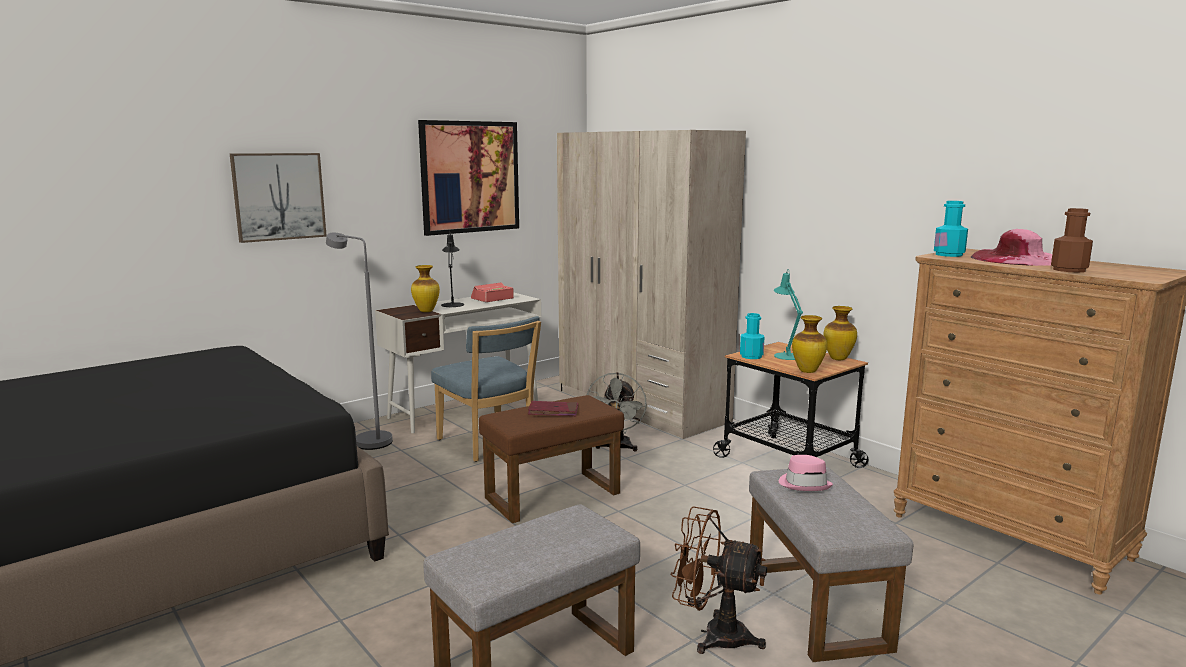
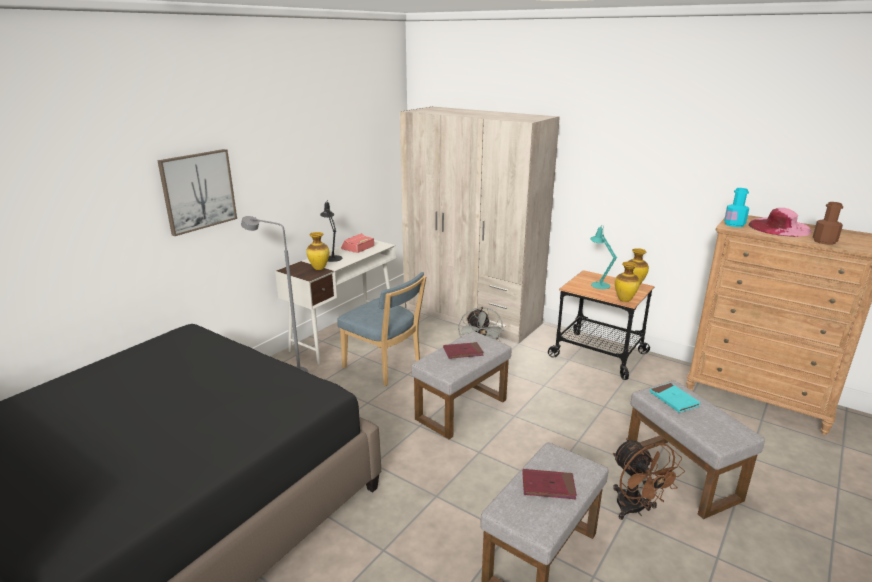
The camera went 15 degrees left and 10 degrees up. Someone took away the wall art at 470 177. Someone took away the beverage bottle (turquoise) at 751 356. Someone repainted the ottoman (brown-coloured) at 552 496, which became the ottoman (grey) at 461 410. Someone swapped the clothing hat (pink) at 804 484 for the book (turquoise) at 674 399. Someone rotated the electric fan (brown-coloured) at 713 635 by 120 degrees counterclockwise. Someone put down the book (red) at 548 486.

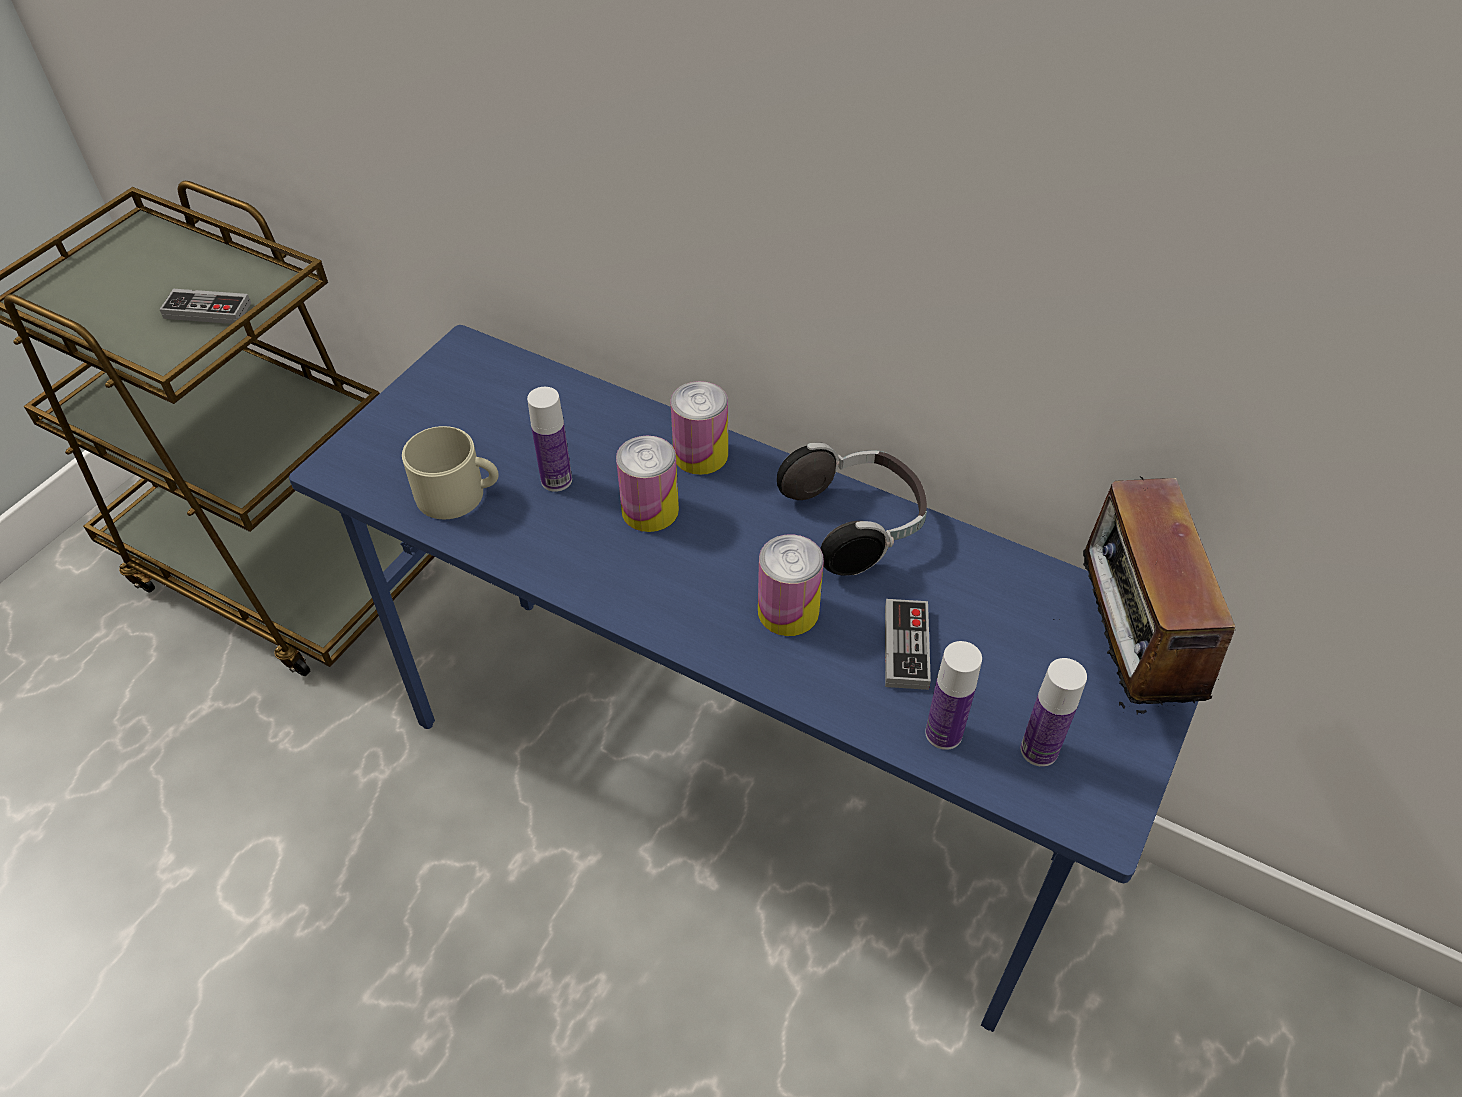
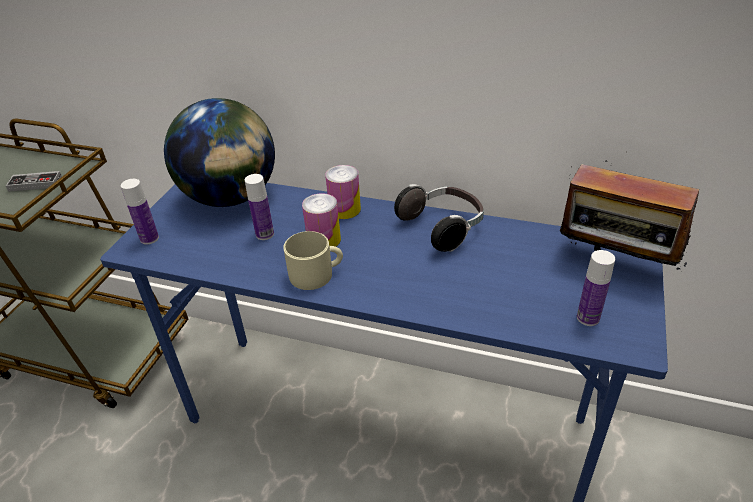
The camera went 10 degrees left and 10 degrees down. Someone carried the tea mug (beige-coloured) from 459 494 to 316 274. Someone rotated the radio at 1124 658 by 45 degrees counterclockwise. Someone took away the metal can at 788 611. Someone took away the game controller at 906 647. Someone carried the beverage bottle from 943 733 to 149 238. Someone put down the desk globe at 231 197.

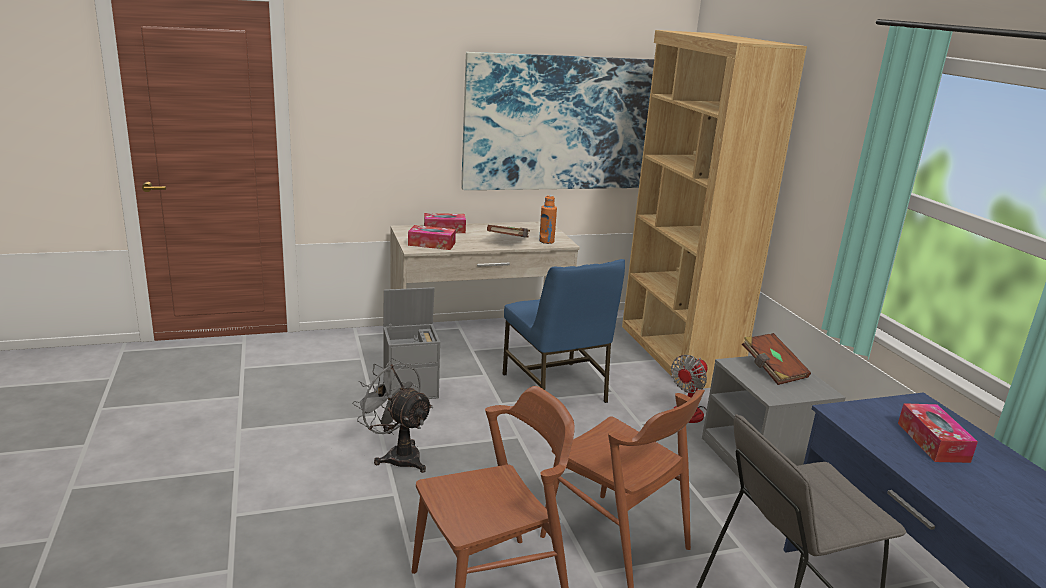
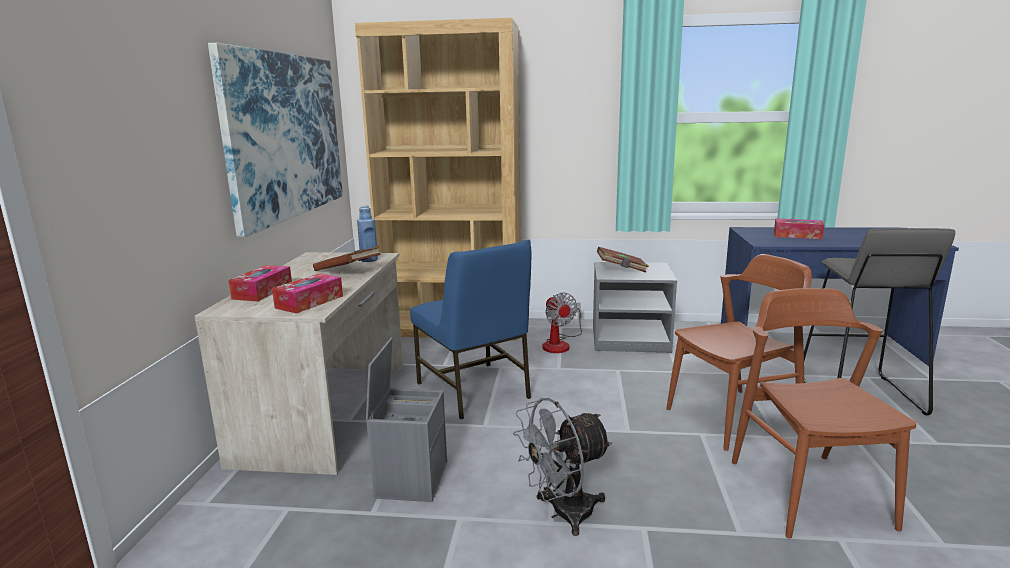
The camera went 65 degrees left and 5 degrees down. Someone repainted the beverage bottle (orangey) at 546 241, which became the beverage bottle (blue) at 369 260. Someone rotated the upright chair (blue) at 556 388 by 60 degrees clockwise.

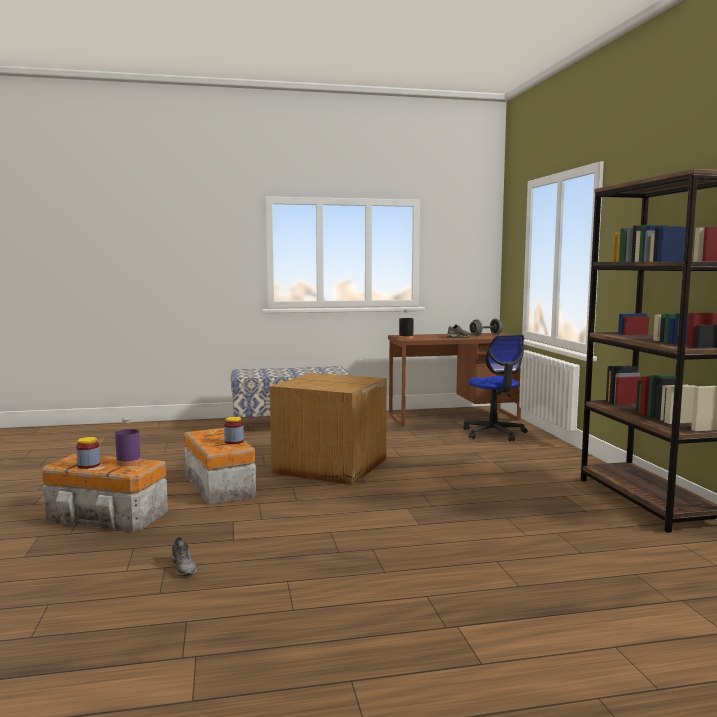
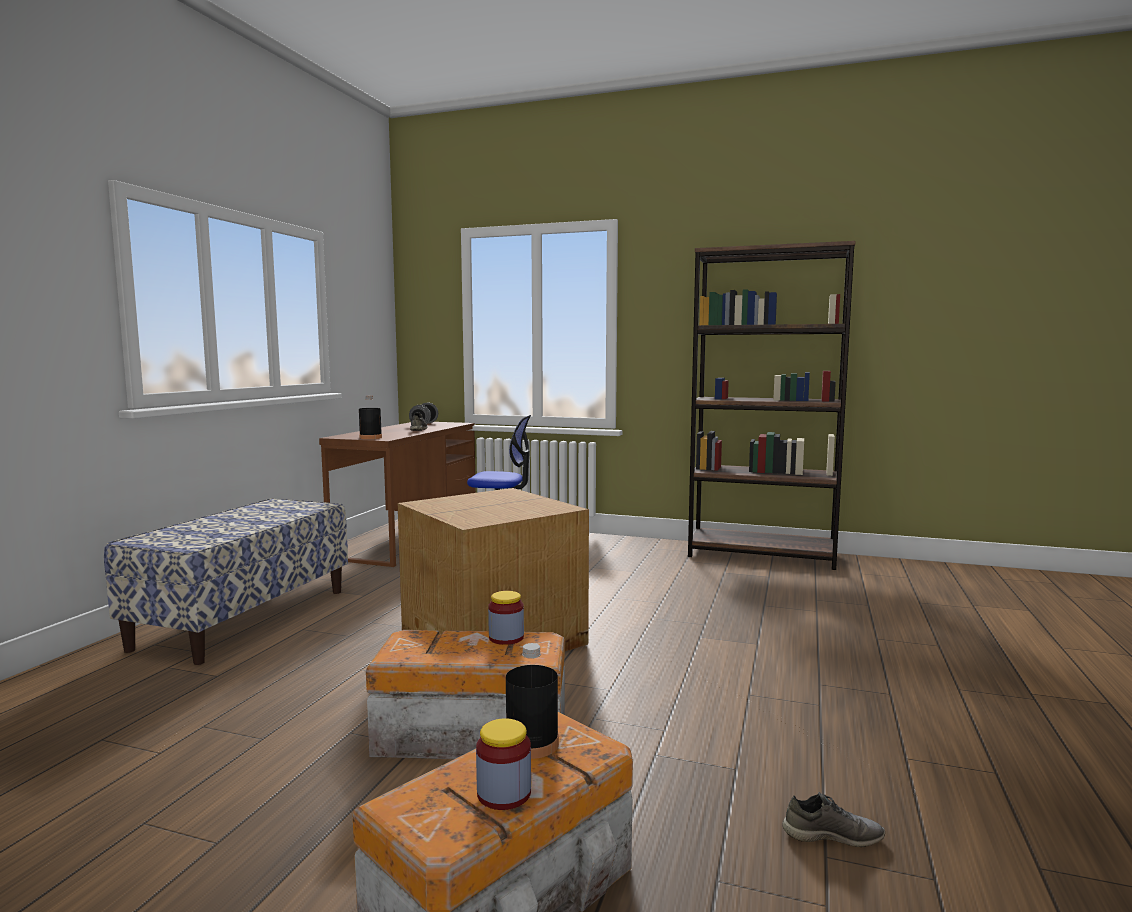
The camera went 60 degrees left and 0 degrees up. Someone repainted the beverage bottle (purplish) at 128 462, which became the beverage bottle (blackish) at 532 743.

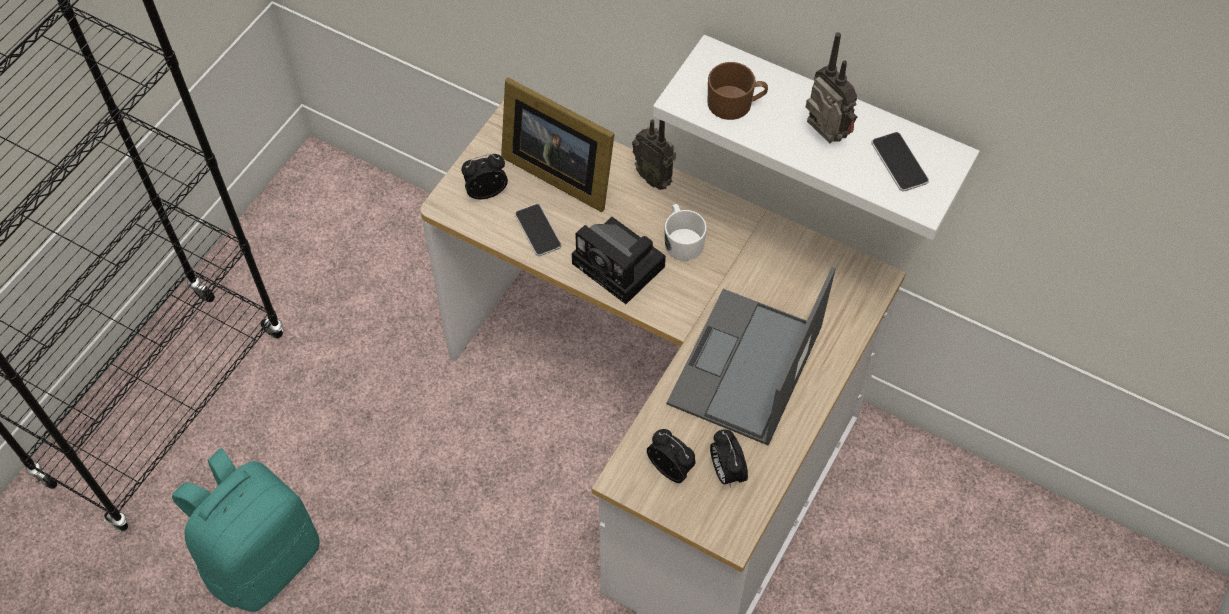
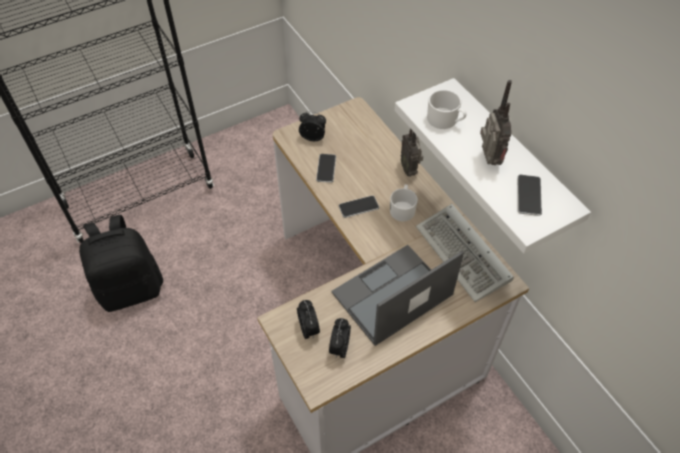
The camera went 30 degrees right and 5 degrees down. Someone repainted the tea mug (brown-coloured) at 735 104, which became the tea mug (white-coloured) at 445 120. Someone took away the photo frame at 558 170. Someone swapped the still camera at 622 266 for the telephone at 358 207. Someone repainted the knapsack (turquoise) at 263 558, which became the knapsack (blackish) at 131 288. Someone put down the PC keyboard at 465 255.

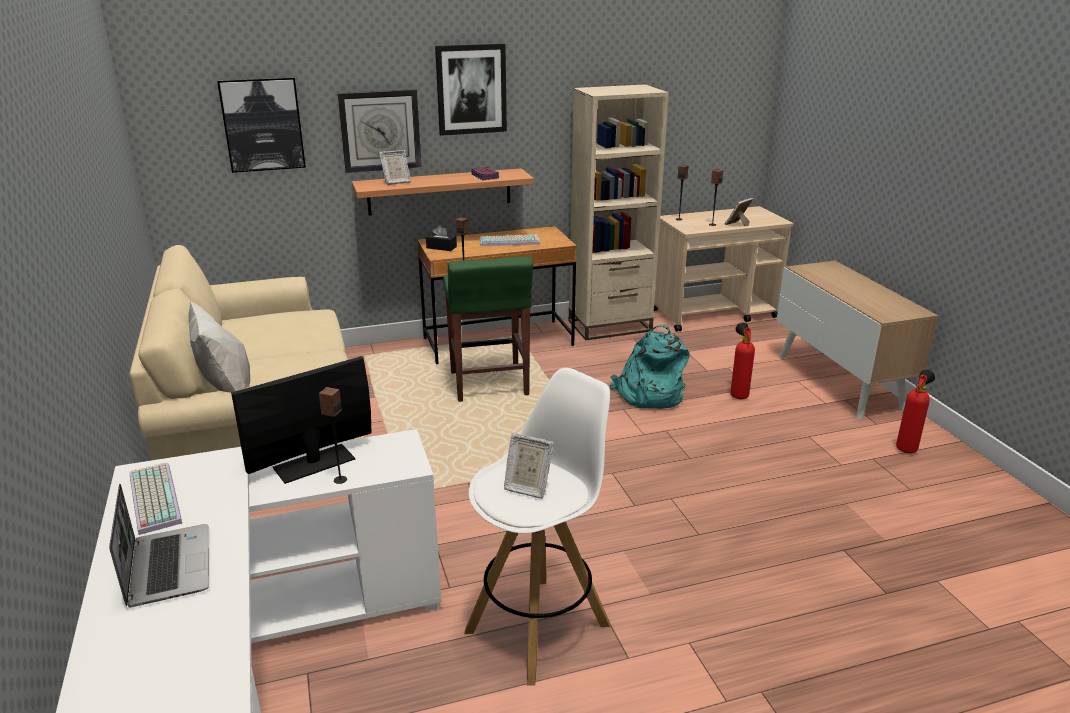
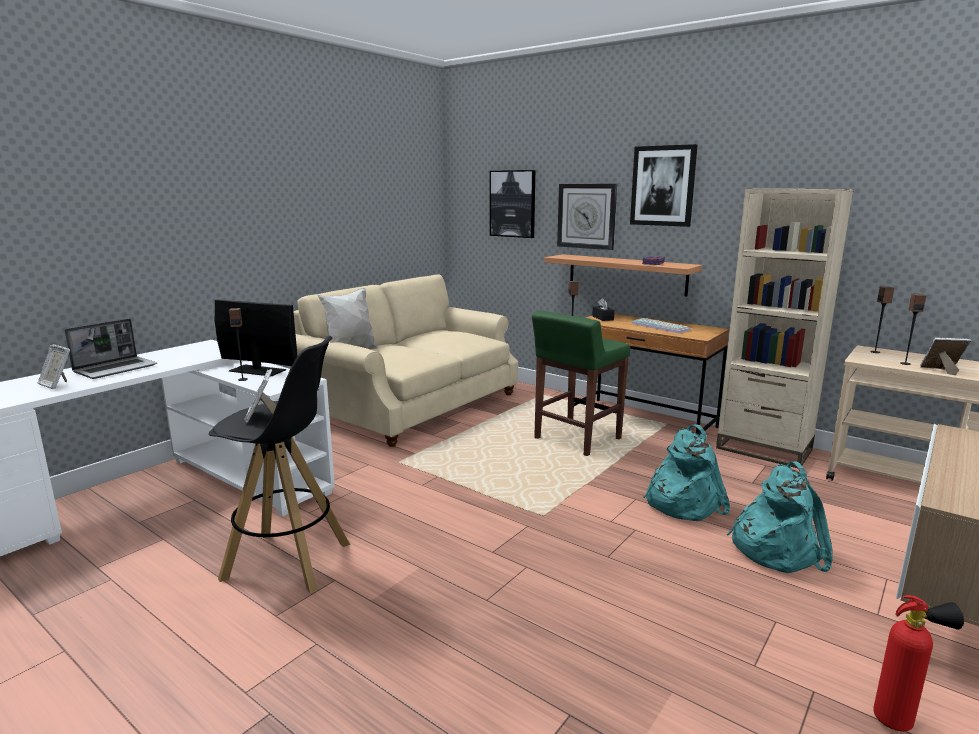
The camera went 55 degrees right and 10 degrees down. Someone carried the photo frame from 396 182 to 57 385. Someone swapped the fire extinguisher at 738 394 for the knapsack (turquoise) at 775 548. Someone repainted the stool seat (white-coloured) at 539 626, which became the stool seat (blackish) at 289 561. Someone took away the PC keyboard at 152 498.

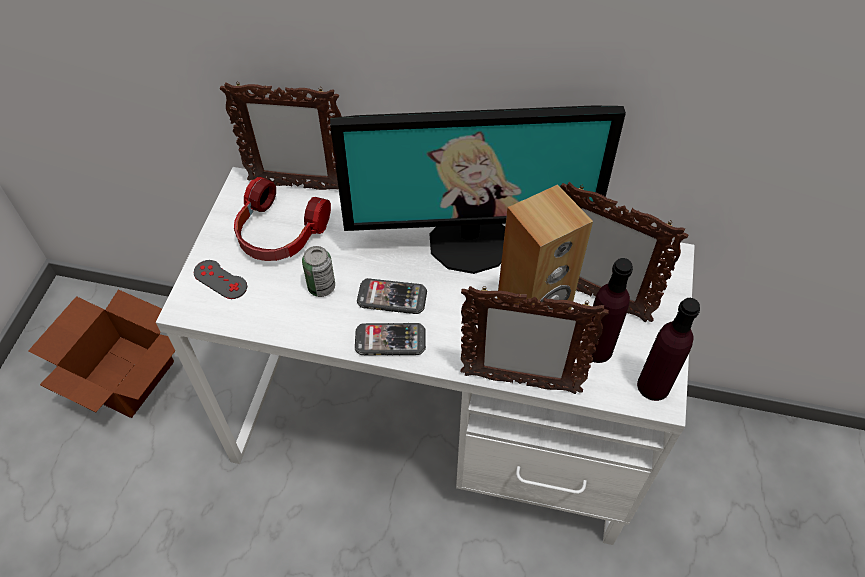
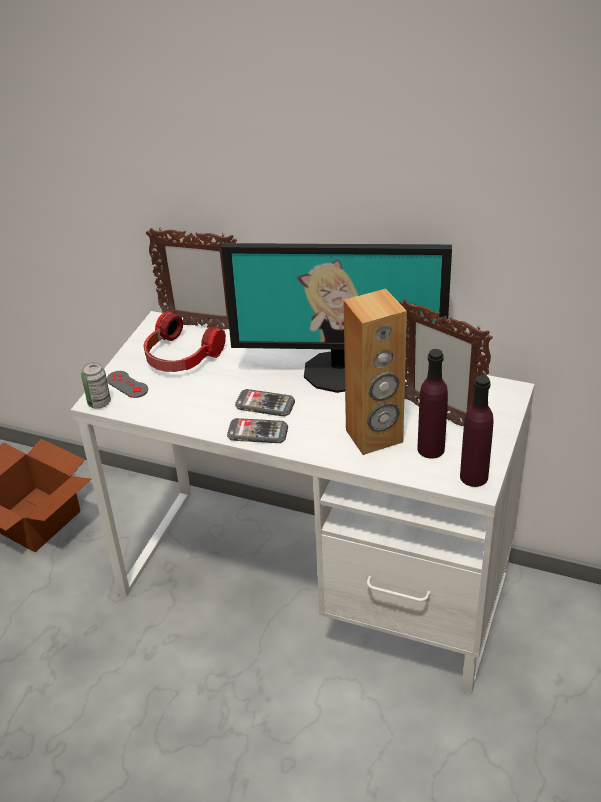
The camera went 10 degrees right and 15 degrees down. Someone carried the metal can from 321 287 to 99 403. Someone took away the photo frame at 519 382.

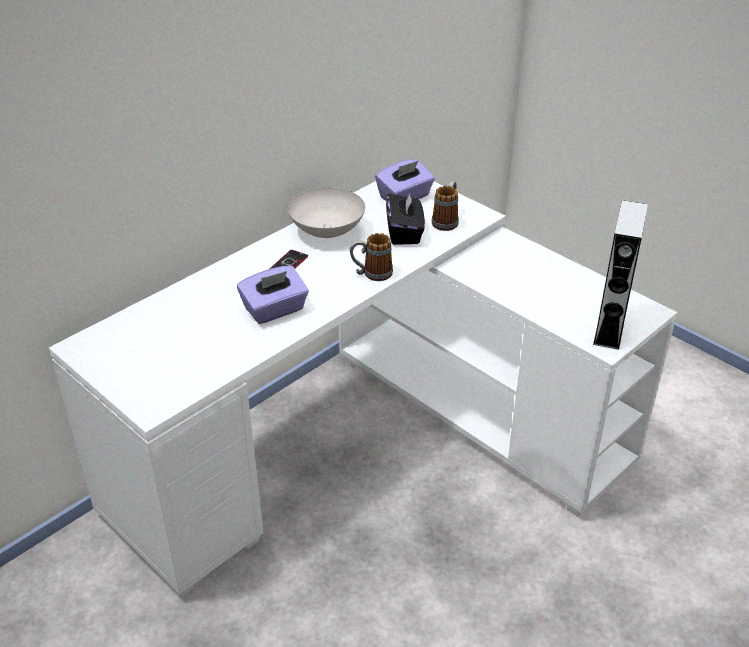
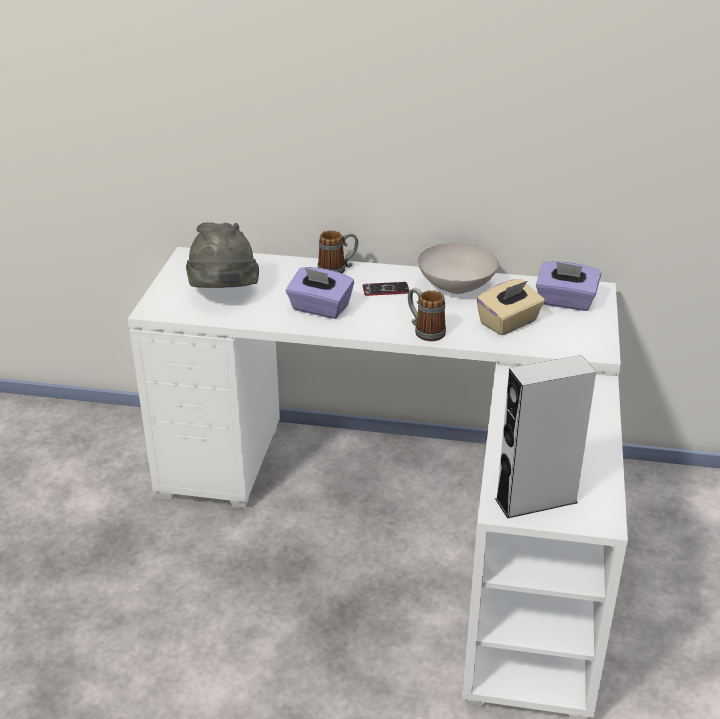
The camera went 55 degrees right and 5 degrees down. Someone carried the tea mug from 447 221 to 338 269. Someone repainted the tissue holder (blackish) at 404 232, which became the tissue holder (beige-coloured) at 509 323. Someone put down the clothing hat (grey) at 223 296.

